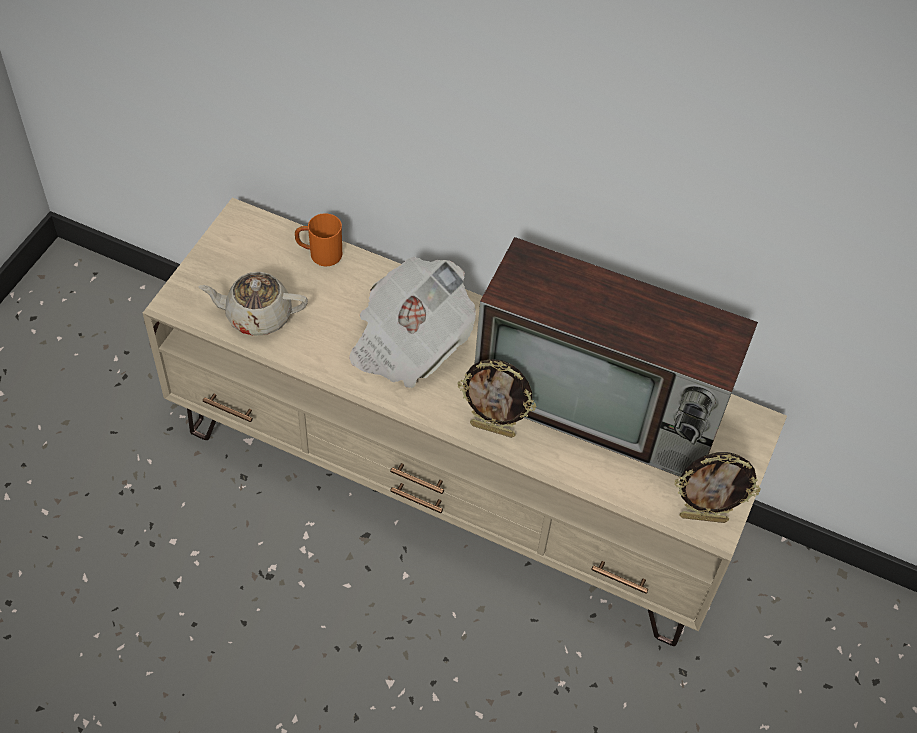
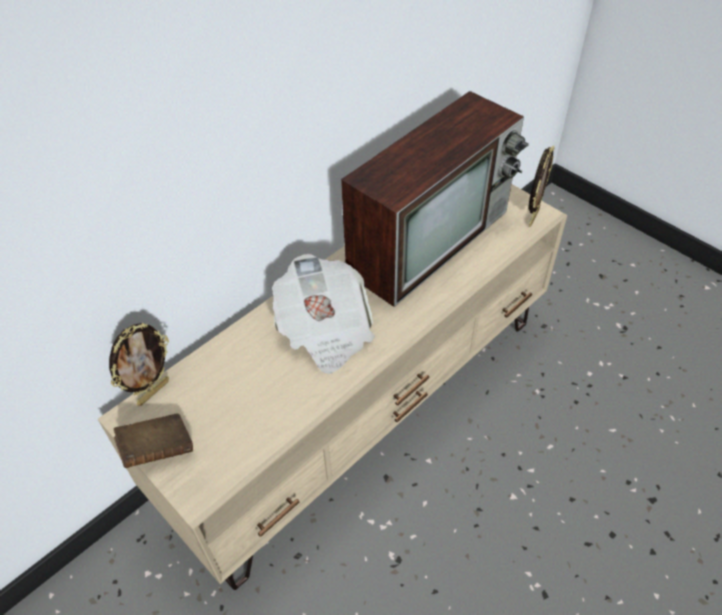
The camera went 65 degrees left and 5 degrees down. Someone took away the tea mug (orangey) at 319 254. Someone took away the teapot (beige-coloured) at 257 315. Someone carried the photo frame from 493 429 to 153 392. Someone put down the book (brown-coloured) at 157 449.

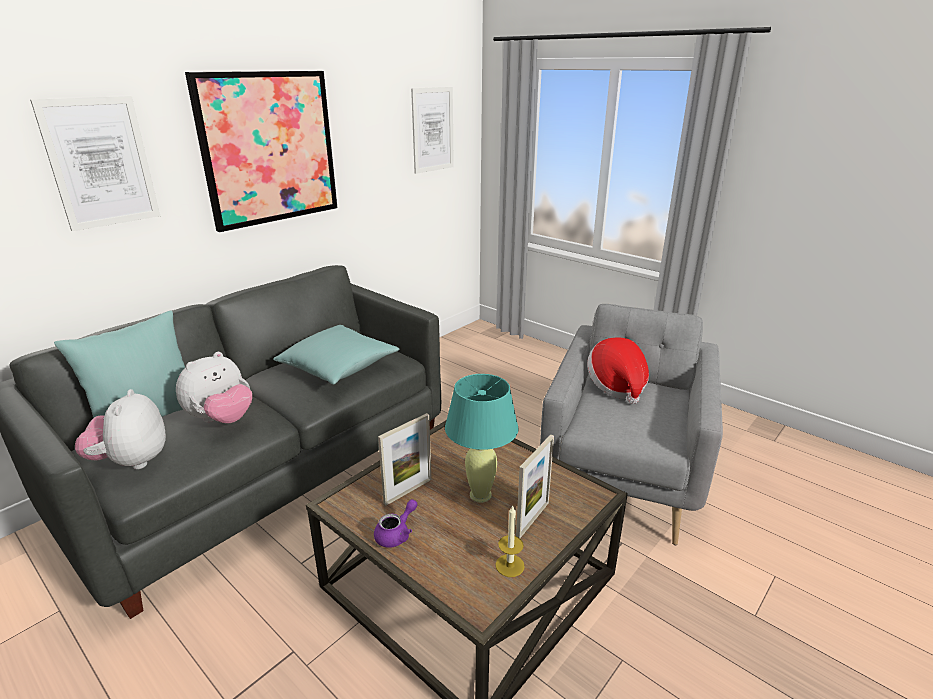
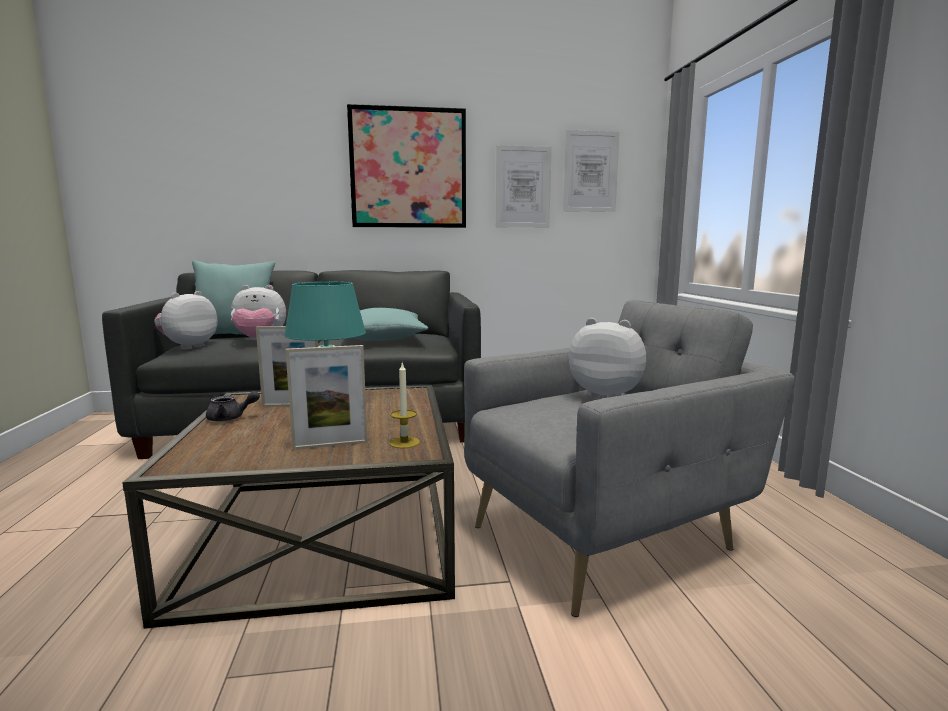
The camera went 40 degrees right and 15 degrees down. Someone carried the wall art from 101 163 to 523 187. Someone swapped the clothing hat at 616 386 for the plush toy at 607 395. Someone repainted the teapot (purplish) at 396 534, which became the teapot (grey) at 230 418. Someone carried the candle from 509 565 to 404 442.

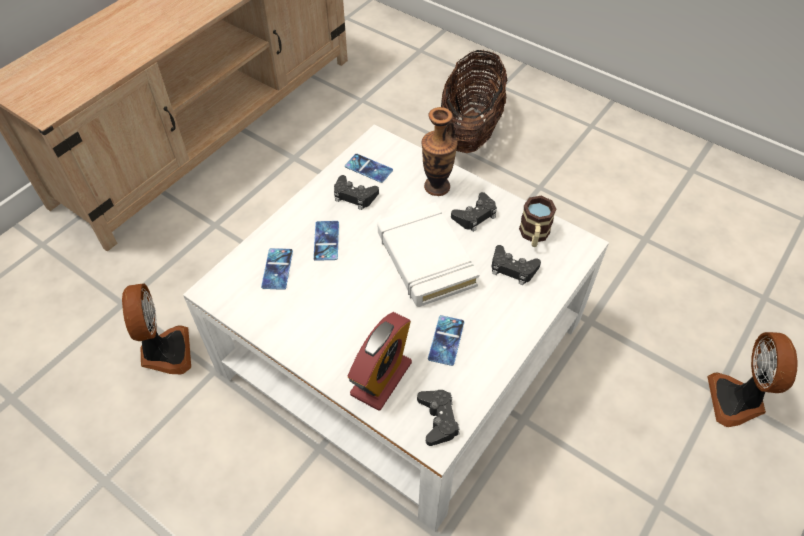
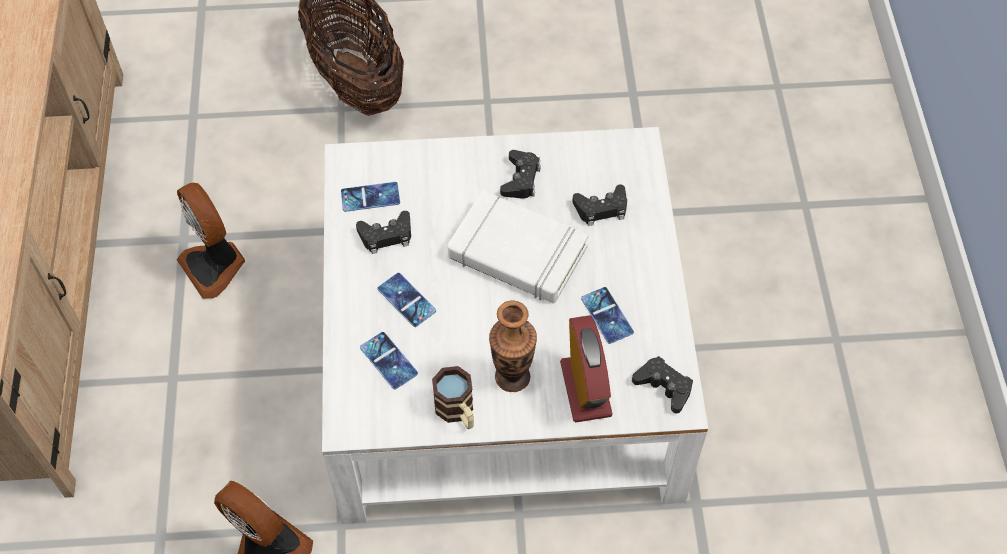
The camera went 40 degrees left and 5 degrees up. Someone carried the decorative vase from 437 187 to 512 377. Someone carried the tea mug from 534 236 to 458 412. Someone carried the electric fan from 737 400 to 215 266.

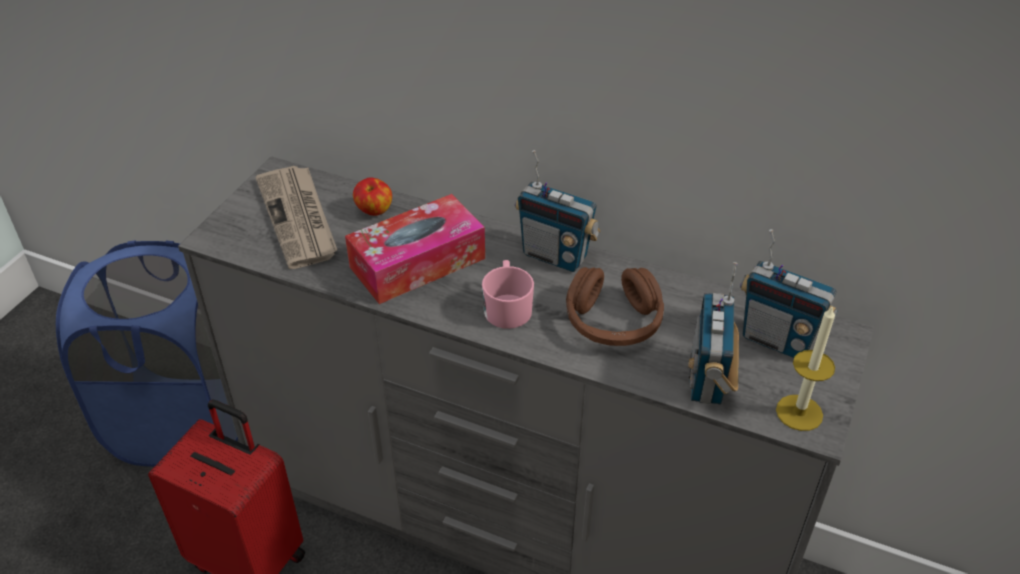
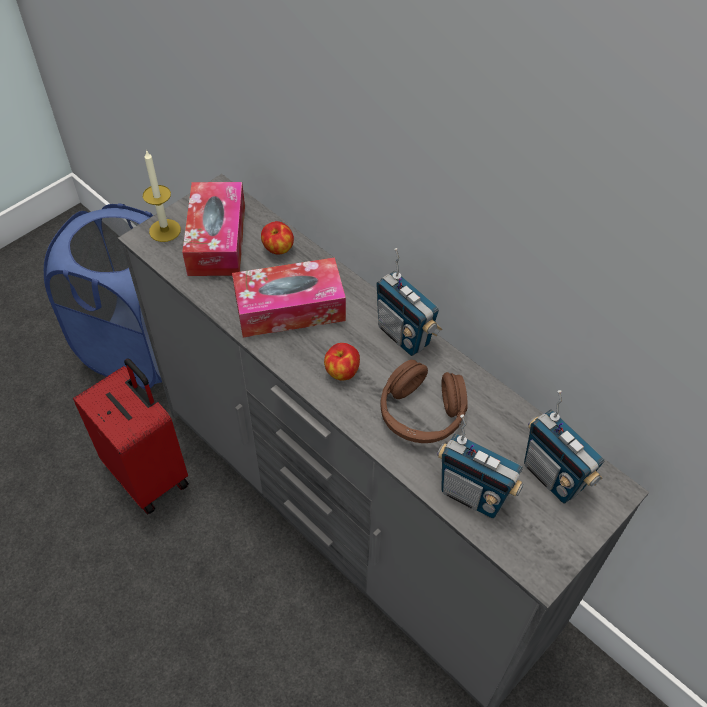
The camera went 20 degrees right and 10 degrees up. Someone swapped the daily paper at 299 219 for the tissue holder at 217 239. Someone swapped the tea mug (pink) at 507 307 for the apple fruit at 341 372. Someone rotated the radio at 708 380 by 90 degrees counterclockwise. Someone carried the candle from 799 412 to 165 230.

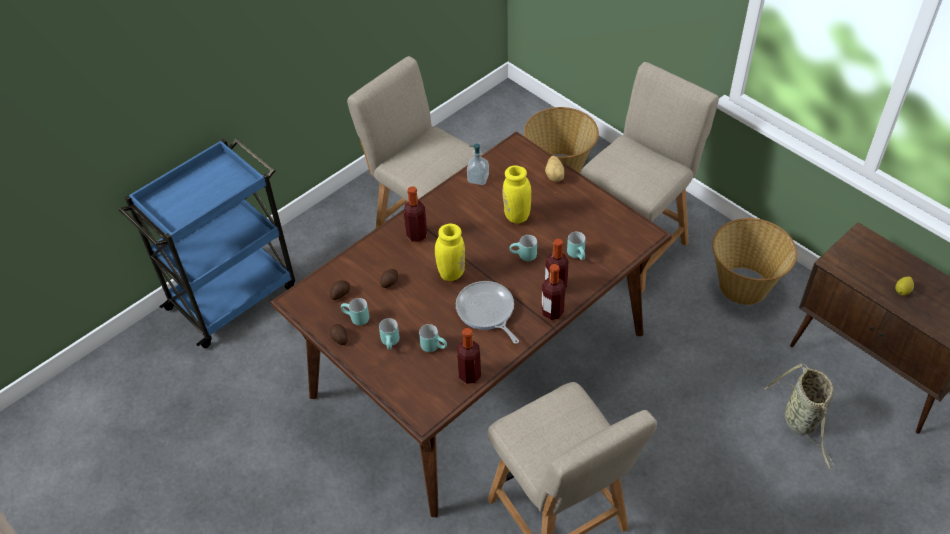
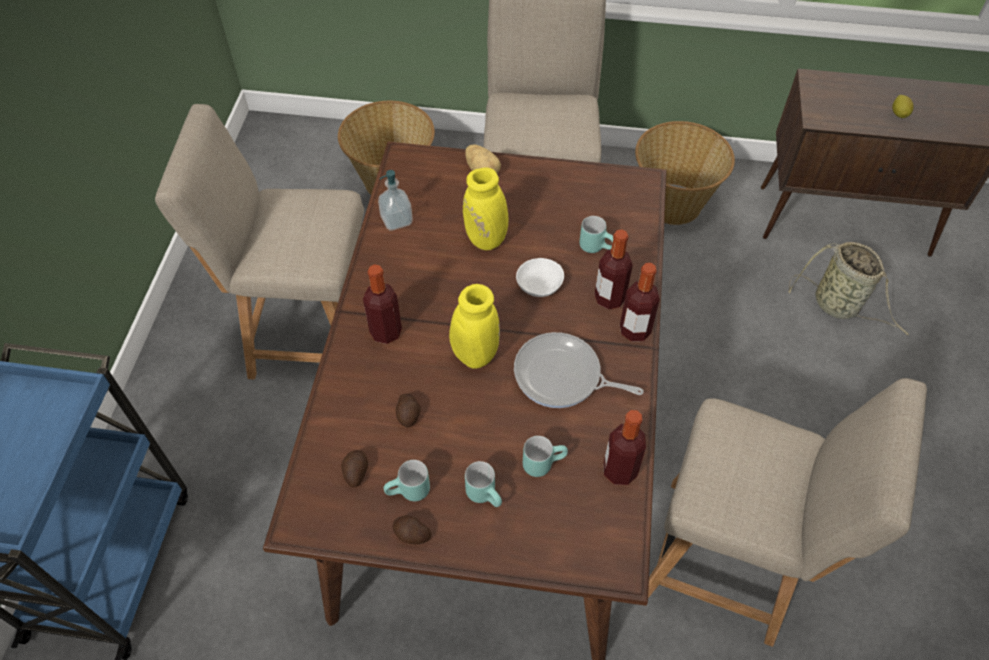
The camera went 40 degrees left and 5 degrees up. Someone swapped the tea mug (turquoise) at 523 256 for the deep dish (white-coloured) at 539 283.

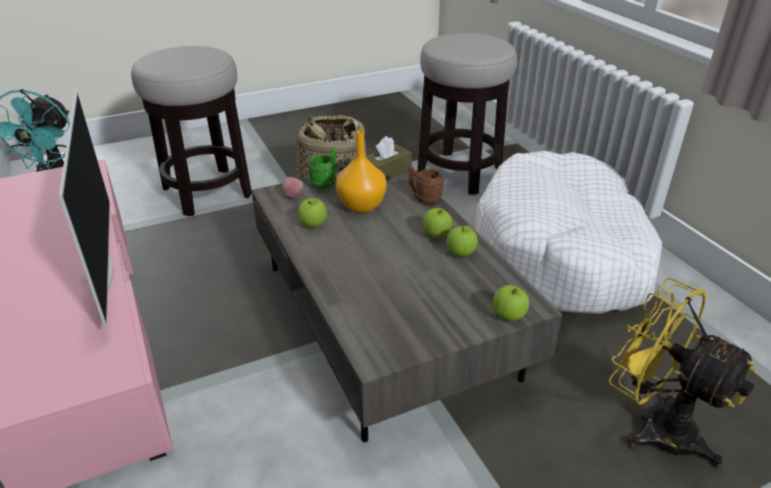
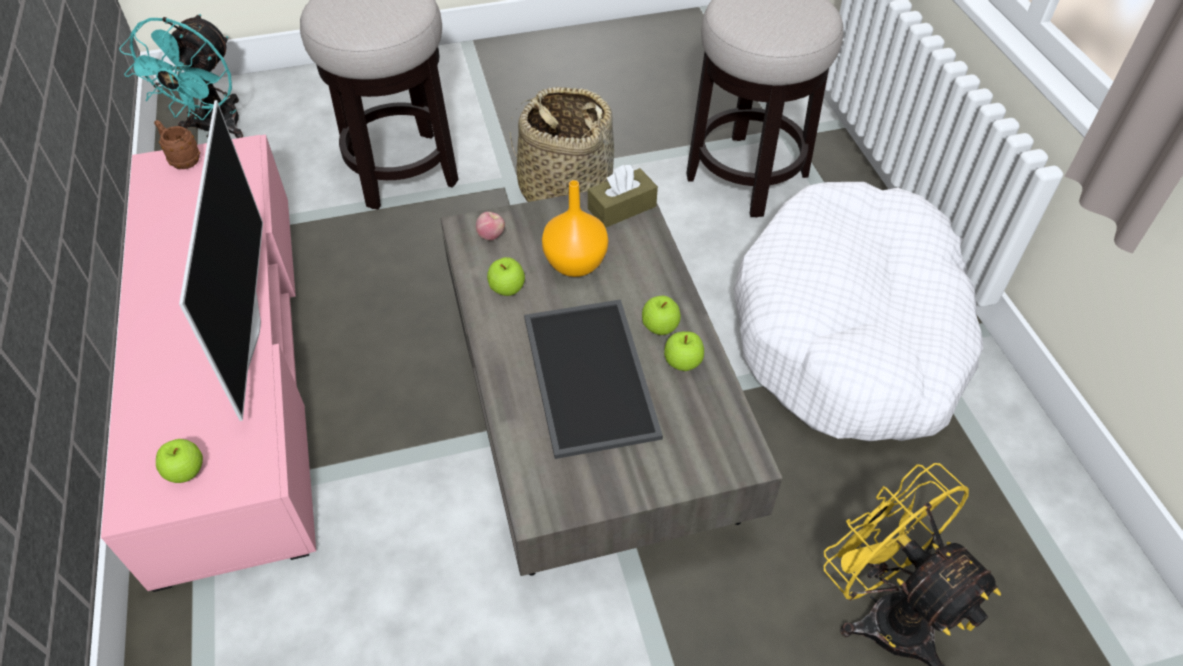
The camera went 10 degrees right and 15 degrees up. Someone took away the tea mug (green-coloured) at 326 183. Someone carried the tea mug (brown-coloured) from 424 199 to 182 160. Someone carried the apple fruit from 508 316 to 186 472. Someone put down the tray at 593 377.

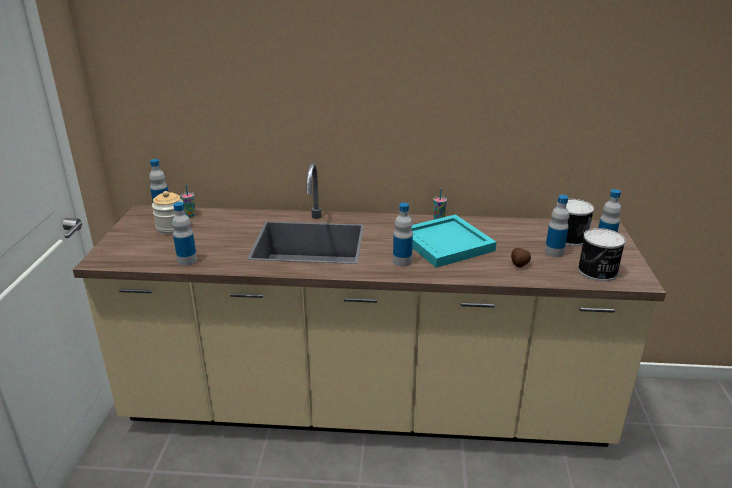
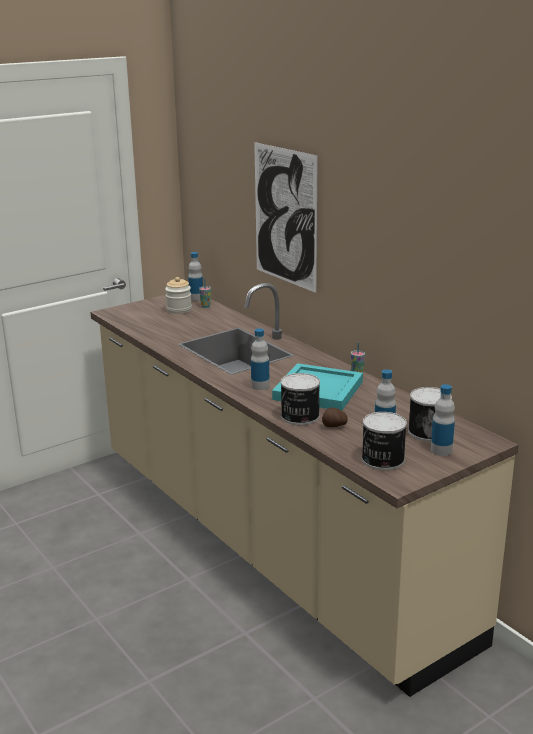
The camera went 50 degrees right and 5 degrees down. Someone took away the beverage bottle at 187 260. Someone put up the wall art at 285 216. Someone put down the metal can at 299 416.

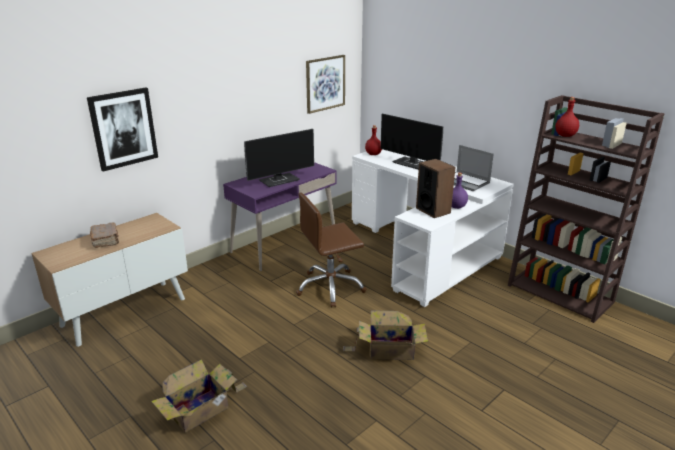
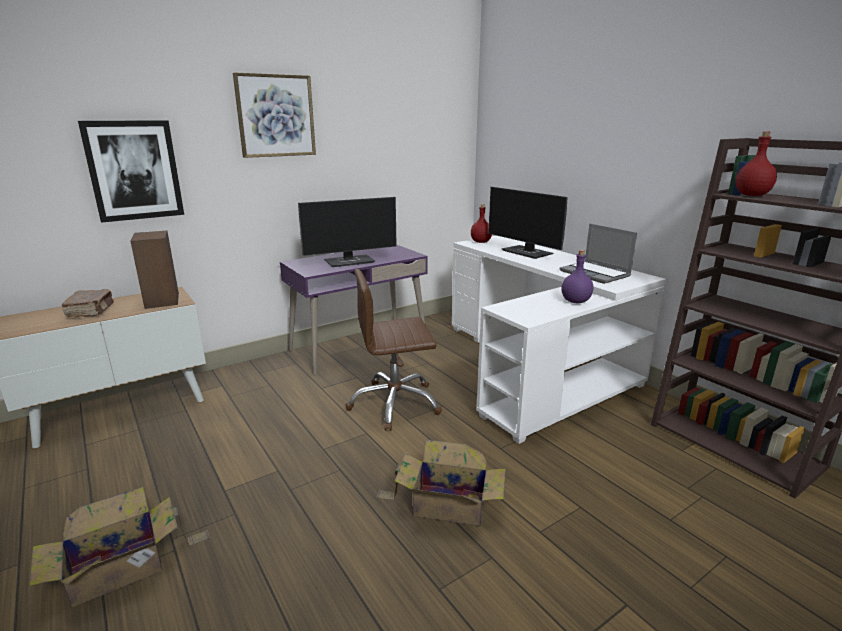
The camera went 10 degrees right and 5 degrees down. Someone carried the wall art from 325 83 to 276 116. Someone carried the loudspeaker from 433 210 to 162 300.

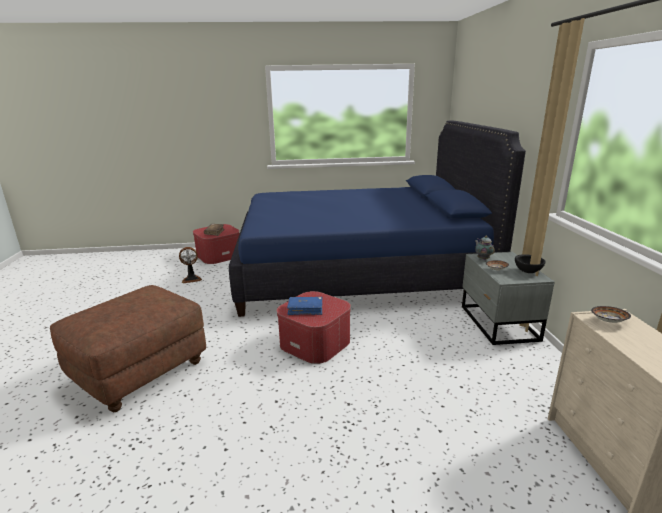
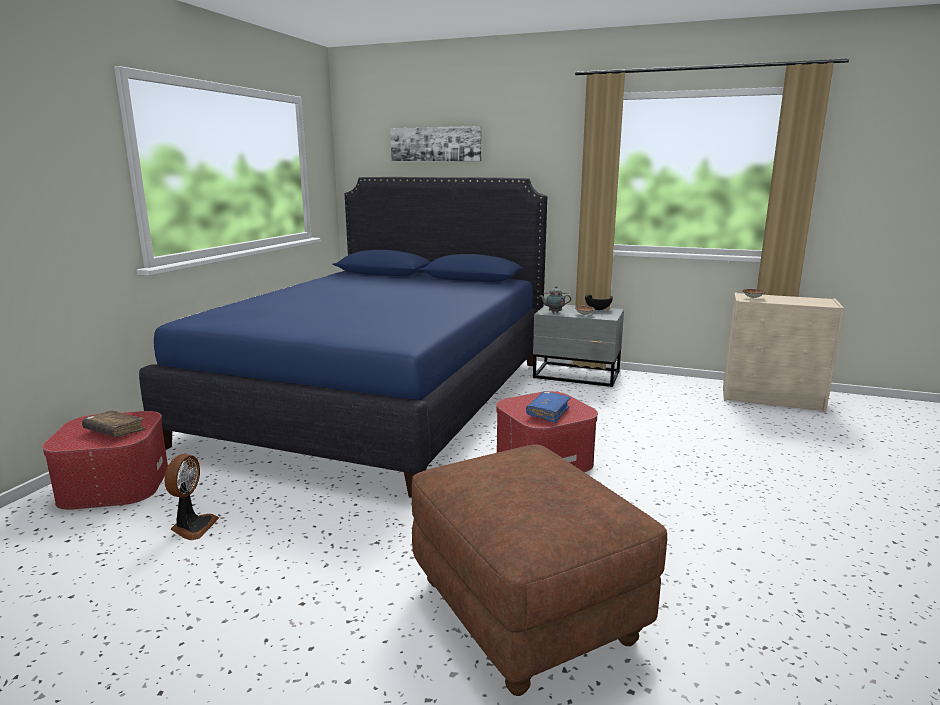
The camera went 65 degrees left and 5 degrees down. Someone put up the wall art at 436 144.

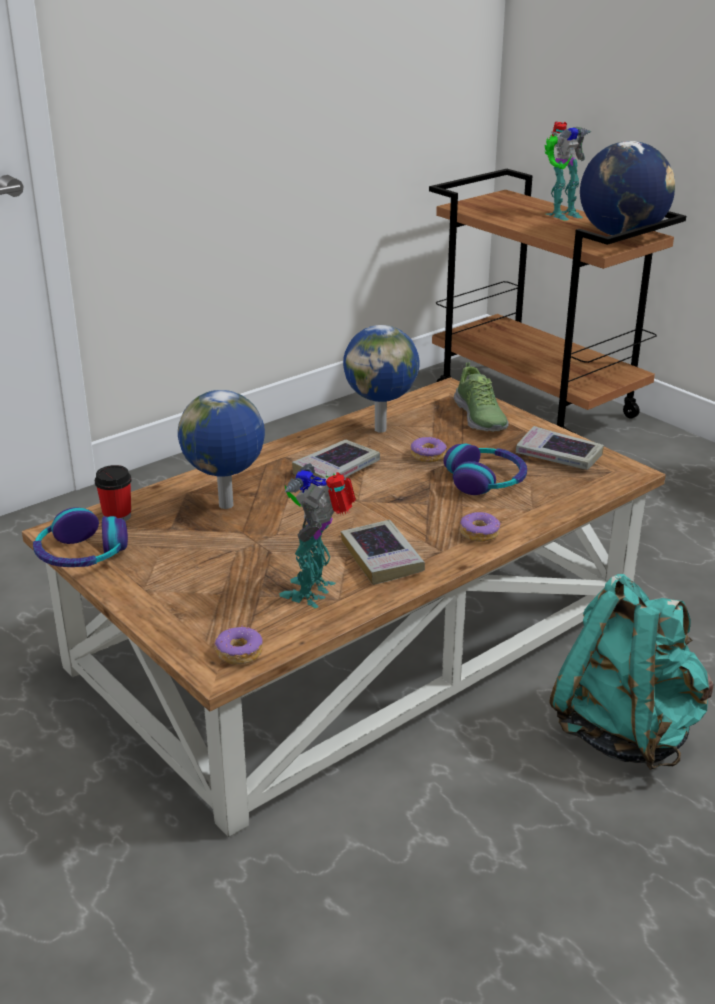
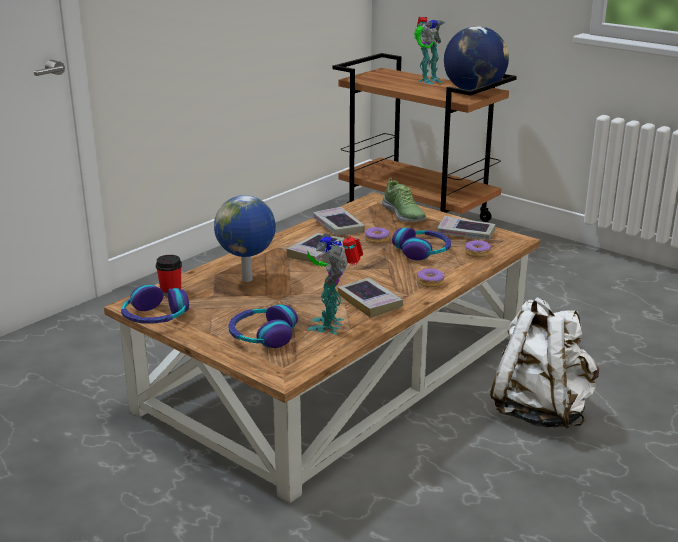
The camera went 10 degrees left and 5 degrees down. Someone swapped the desk globe at 381 429 for the book at 338 226. Someone repainted the knapsack (turquoise) at 625 731, which became the knapsack (white-coloured) at 540 411. Someone carried the ring doughnut from 239 653 to 477 253. Someone put down the headphones at 262 336.

